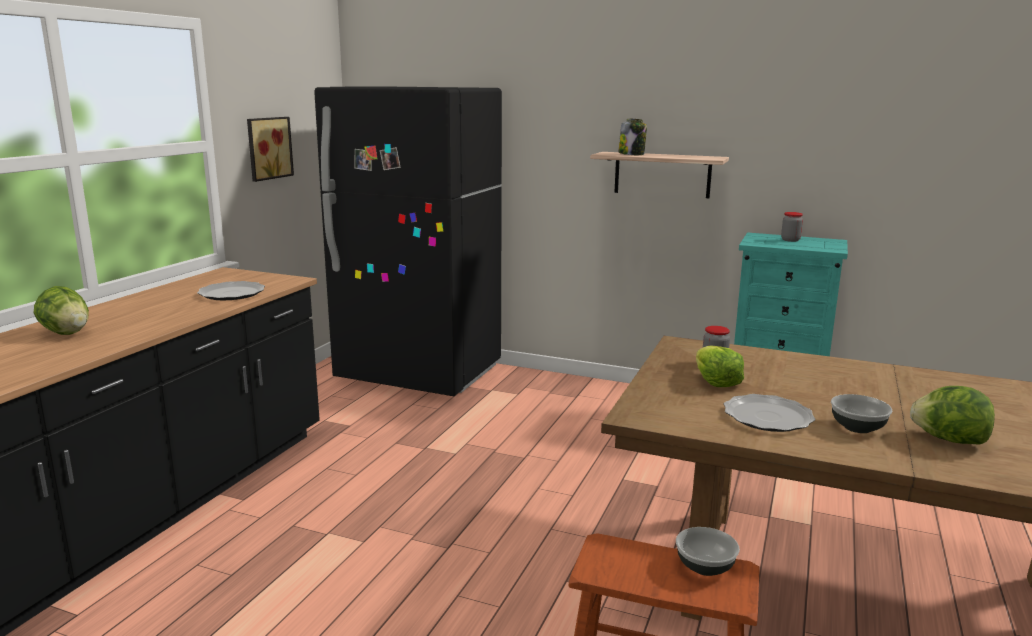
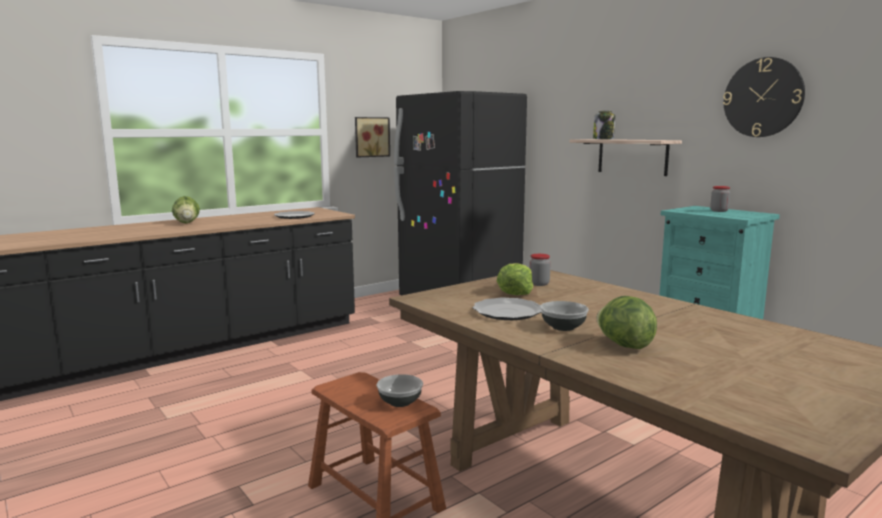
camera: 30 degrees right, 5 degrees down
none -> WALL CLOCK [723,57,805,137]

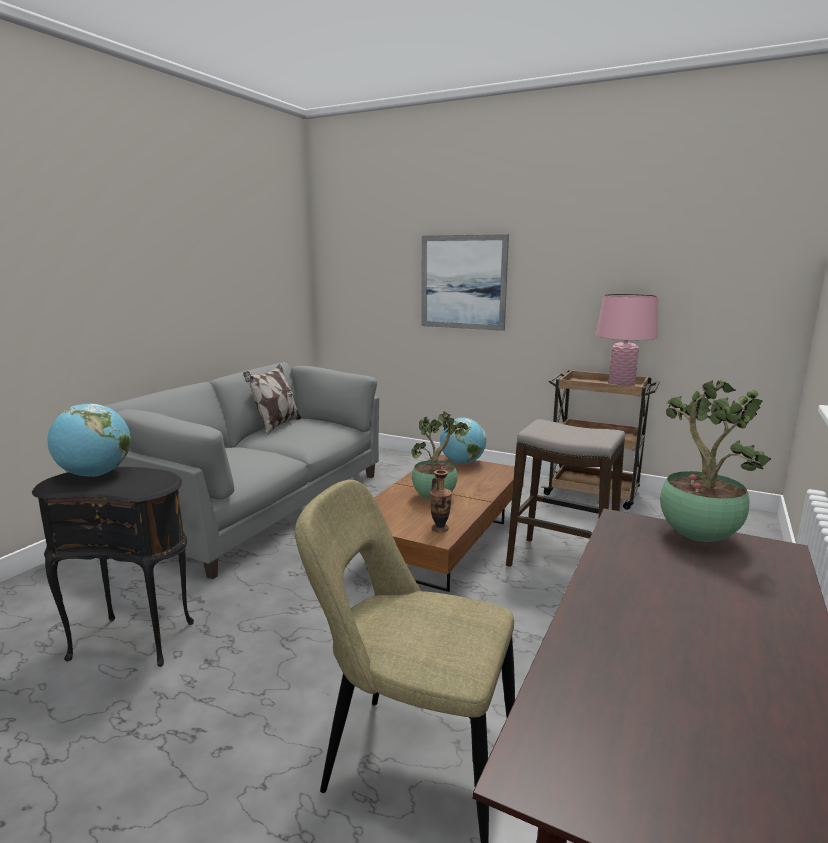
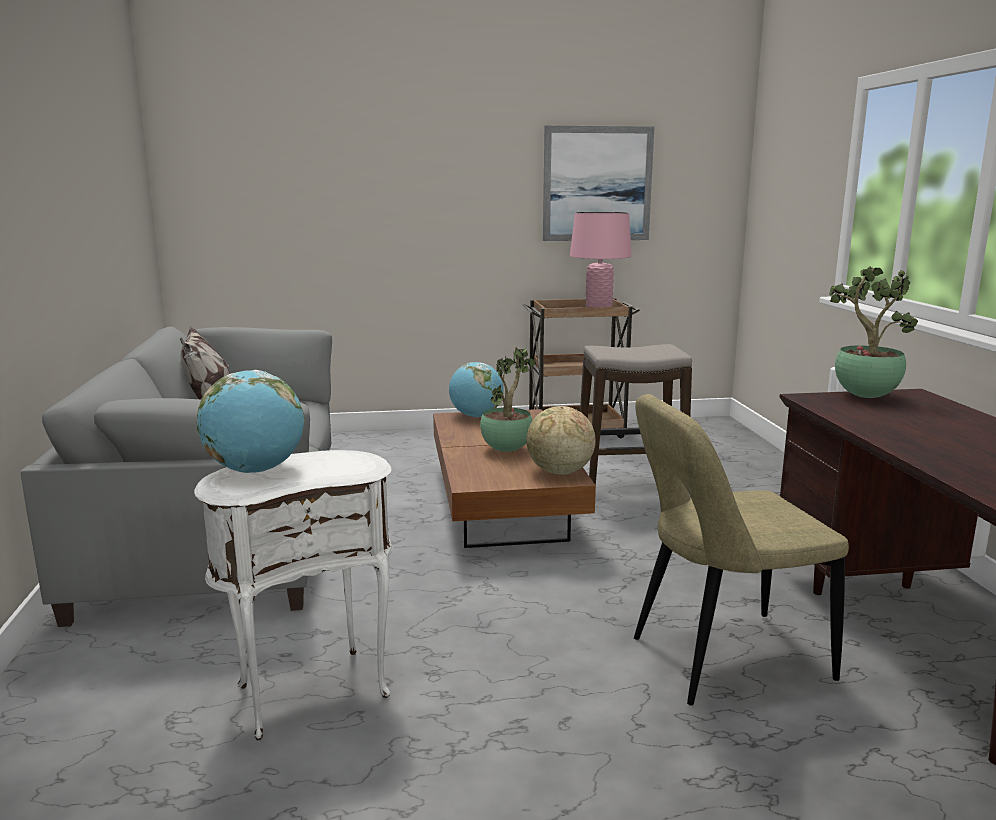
camera: 35 degrees left, 0 degrees up
PICTURE [421,234,509,331] -> PICTURE [543,126,654,241], shifted
BLACK SIDE TABLE [32,467,194,667] -> WHITE SIDE TABLE [194,450,393,740]
VASE [430,470,452,533] -> GLOBE [526,406,596,475]

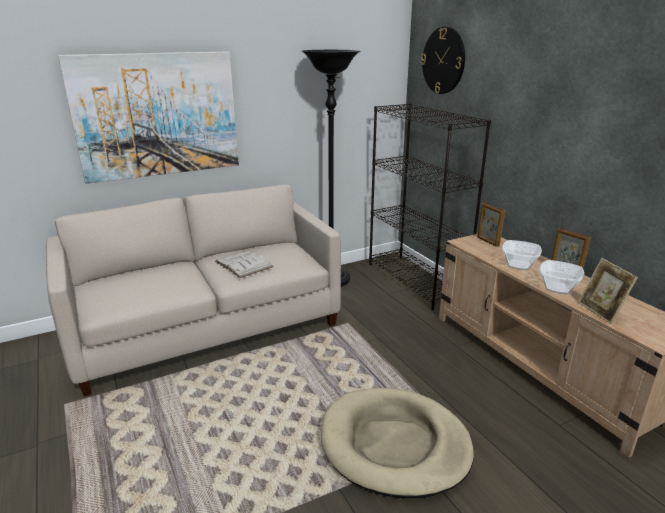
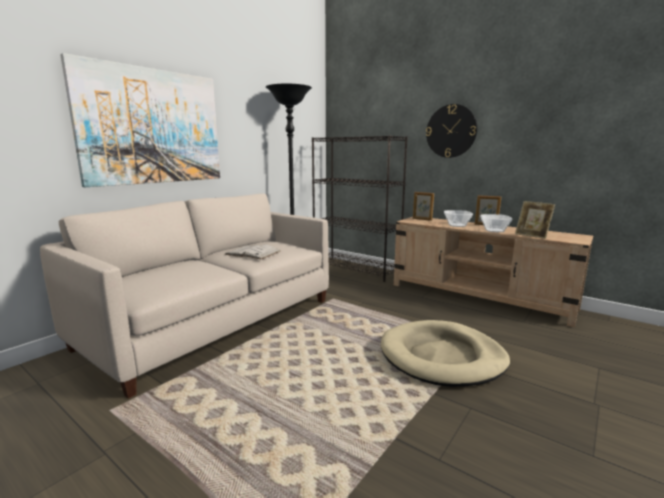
camera: 25 degrees left, 10 degrees down
WALL CLOCK [421,27,465,94] -> WALL CLOCK [426,104,477,158], shifted

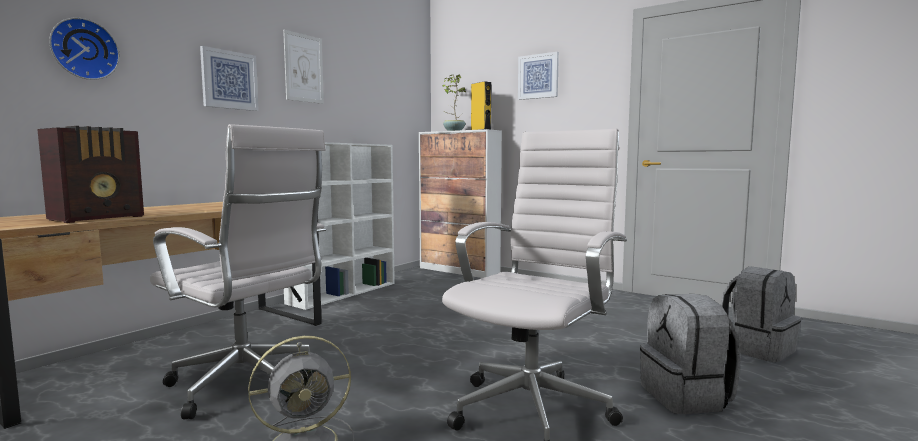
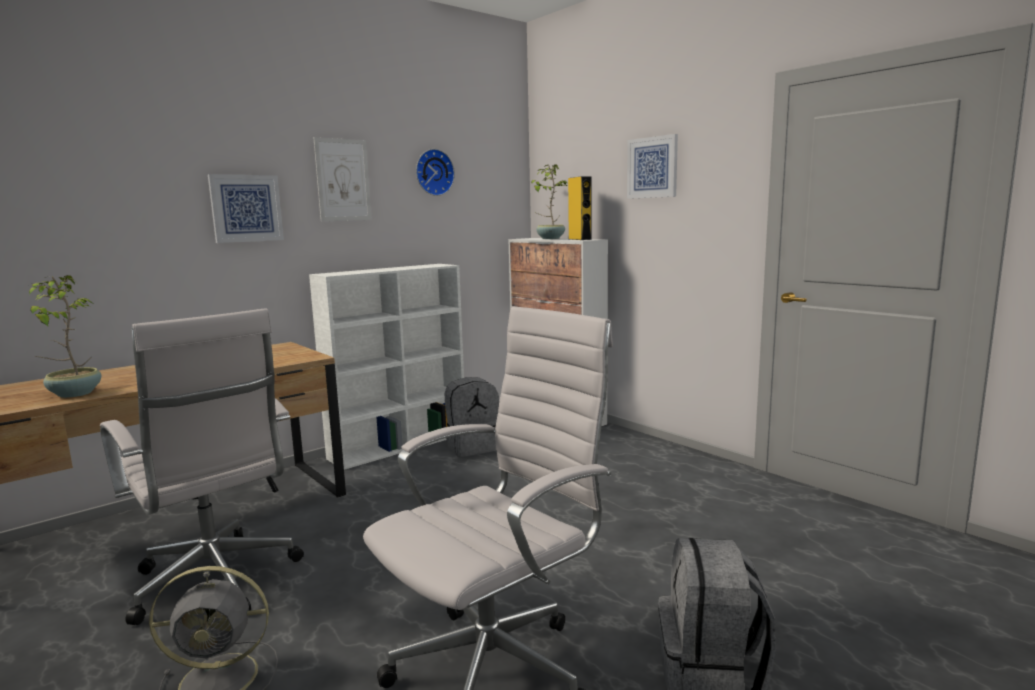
camera: 15 degrees right, 5 degrees up
WALL CLOCK [49,18,120,80] -> WALL CLOCK [416,149,455,196], shifted
RADIO [37,126,144,223] -> POTTED PLANT [29,275,101,398]
GREY BACKPACK [720,266,801,362] -> GREY BACKPACK [445,377,499,457], shifted

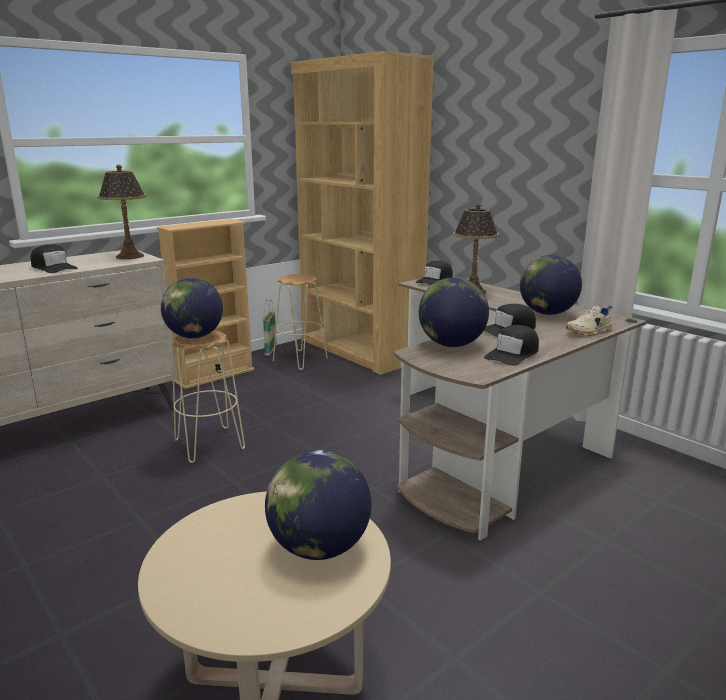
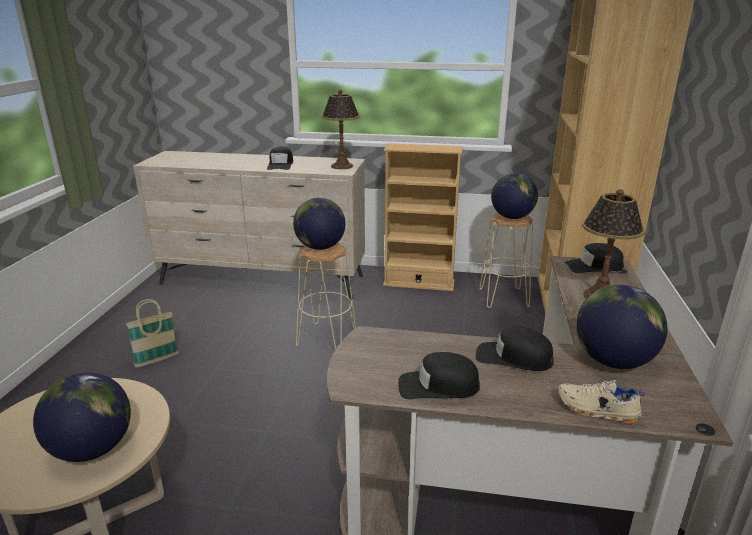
camera: 50 degrees right, 5 degrees up
GLOBE [419,277,489,347] -> GLOBE [491,173,538,219], shifted
BASKET [263,300,277,356] -> BASKET [126,299,179,367], shifted

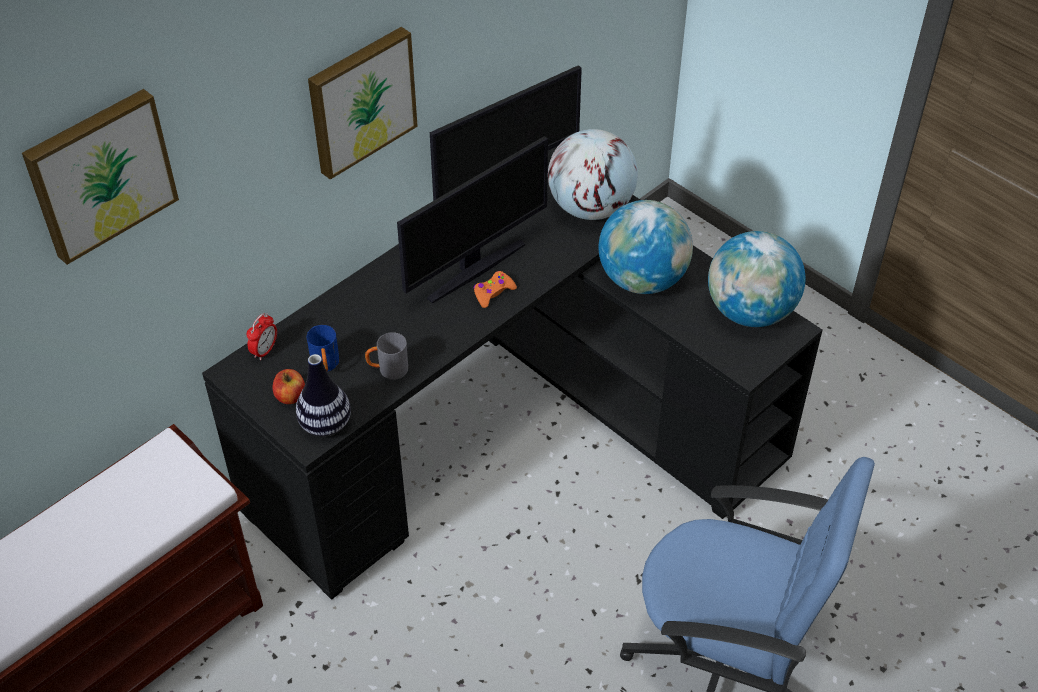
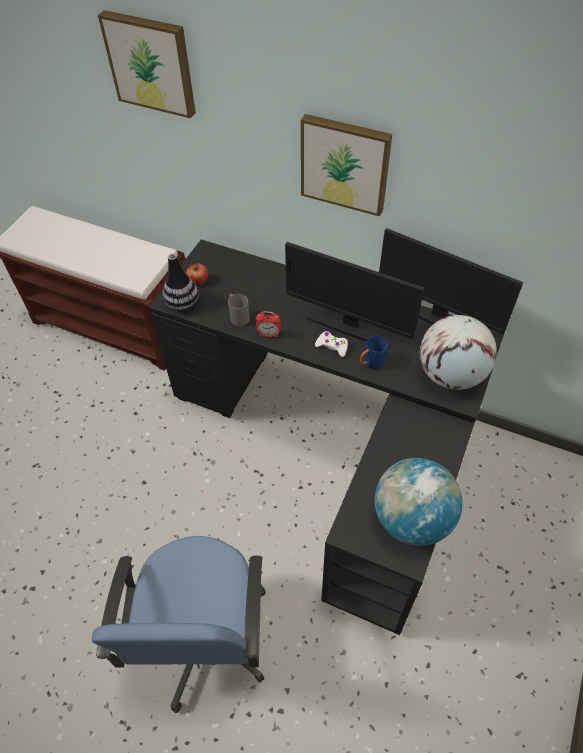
camera: 70 degrees right, 5 degrees up
GLOBE [599,200,693,294] -> none
ORANGE GAME CONTROLLER [473,271,517,308] -> WHITE GAME CONTROLLER [315,331,348,357]
ALARM CLOCK [247,313,277,360] -> ALARM CLOCK [256,311,281,337], shifted
BLUE MUG [307,325,339,372] -> BLUE MUG [360,336,388,369], shifted

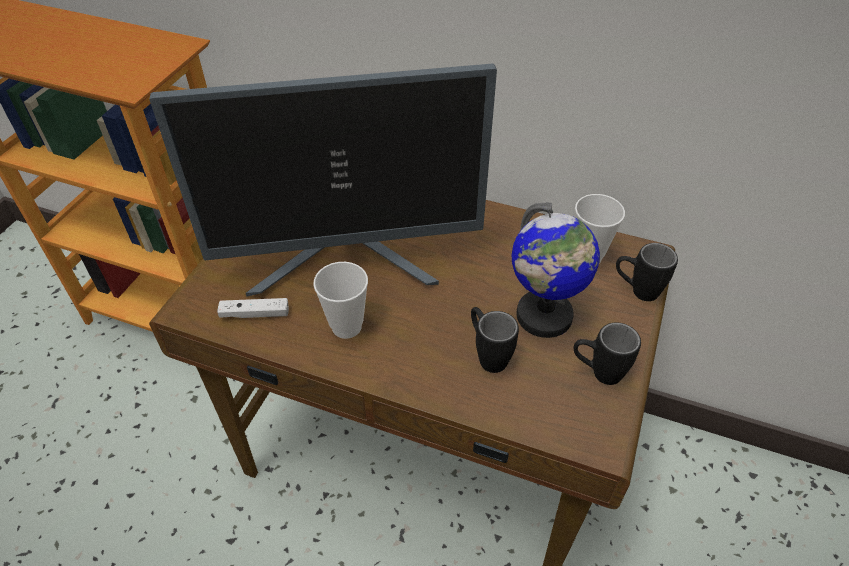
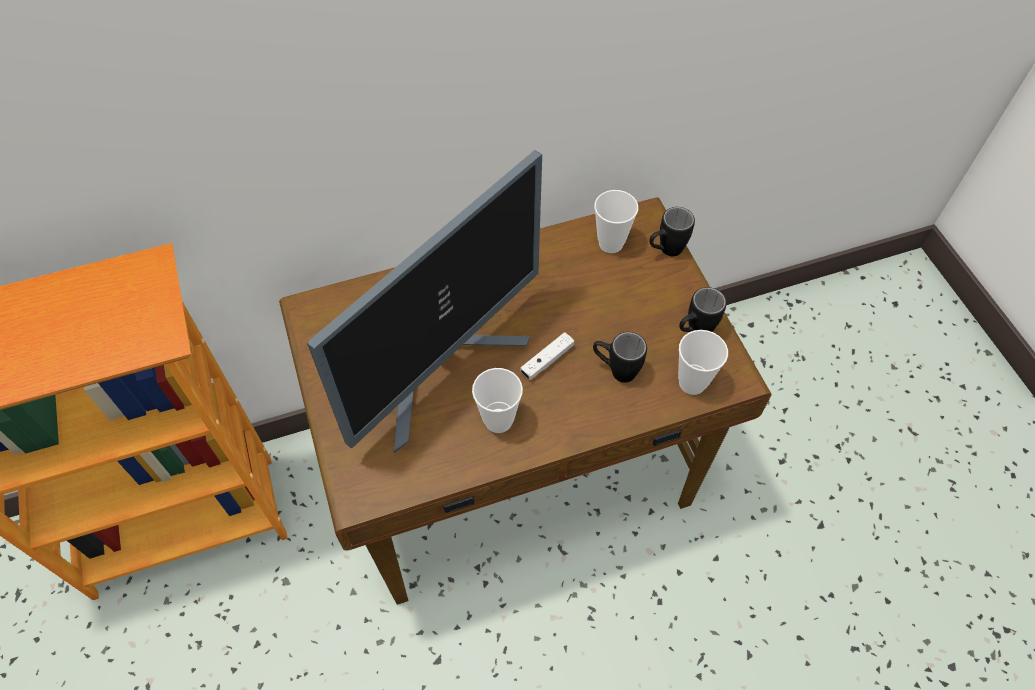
camera: 40 degrees left, 10 degrees up
GLOBE [512,202,600,338] -> none
WHITE GAME CONTROLLER [217,298,289,318] -> WHITE GAME CONTROLLER [520,332,574,380], shifted
none -> CUP [678,330,728,395]

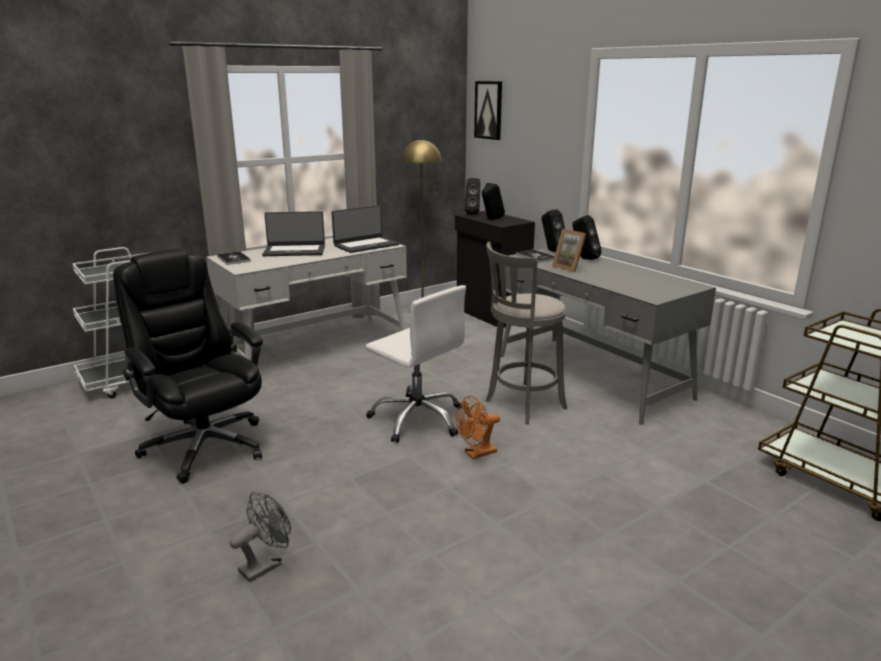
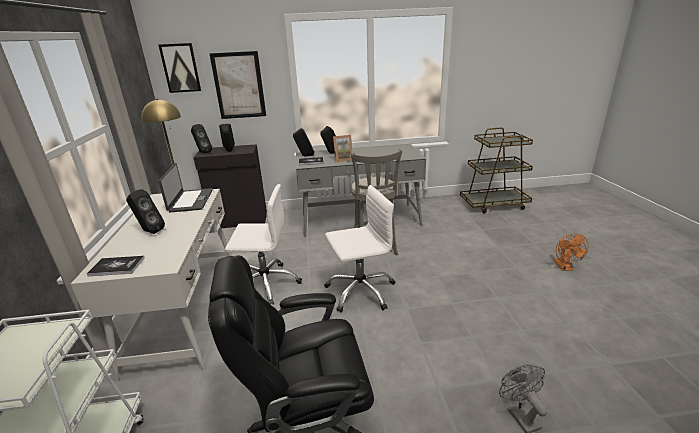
camera: 60 degrees left, 5 degrees up
LAPTOP [262,211,325,256] -> BLACK SPEAKER [126,189,165,234]
ORANGE FAN [456,396,500,459] -> ORANGE FAN [554,233,588,271], shifted
none -> PICTURE [209,51,266,119]
none -> WHITE OFFICE CHAIR [225,184,302,304]

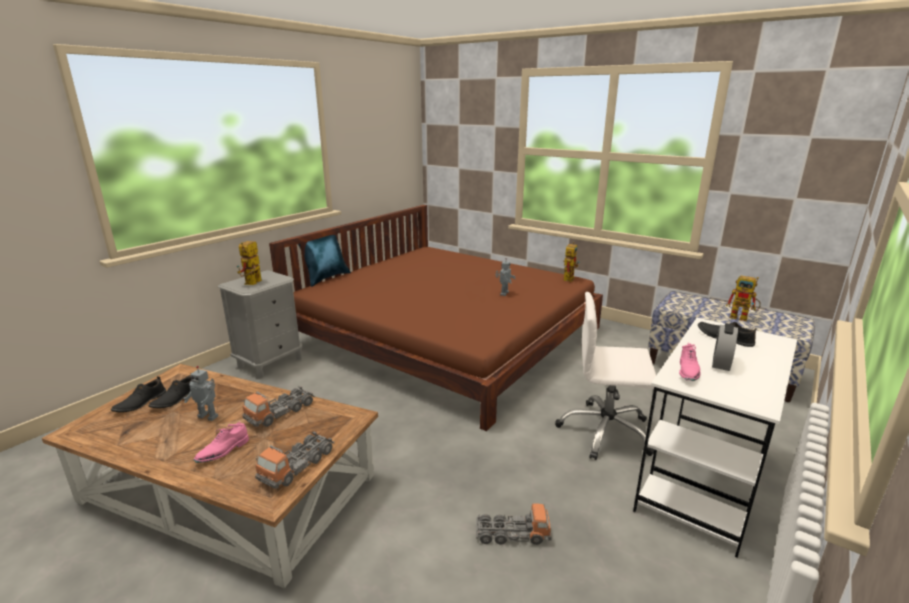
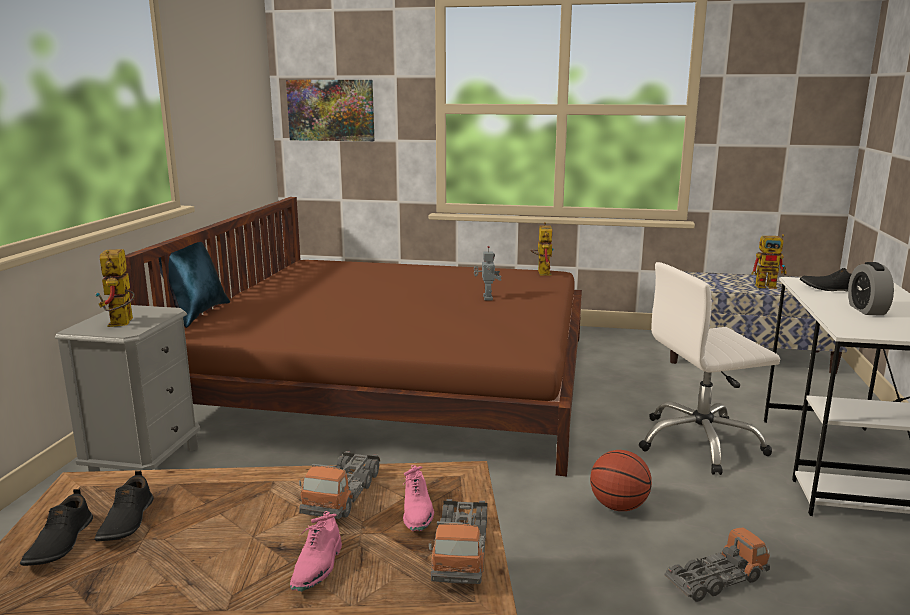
camera: 25 degrees left, 5 degrees down
PINK SHOE [679,343,701,381] -> PINK SHOE [402,465,434,531], shifted
TOY ROBOT [183,366,218,421] -> none
none -> PICTURE [286,80,374,141]
none -> BASKETBALL [590,450,652,511]

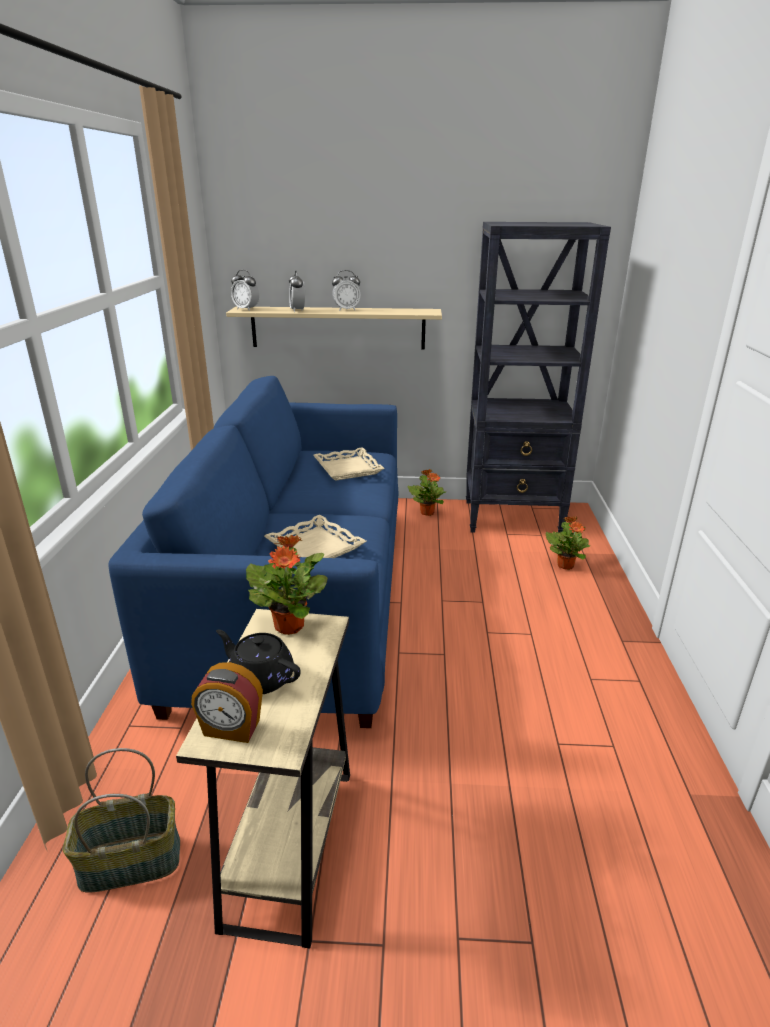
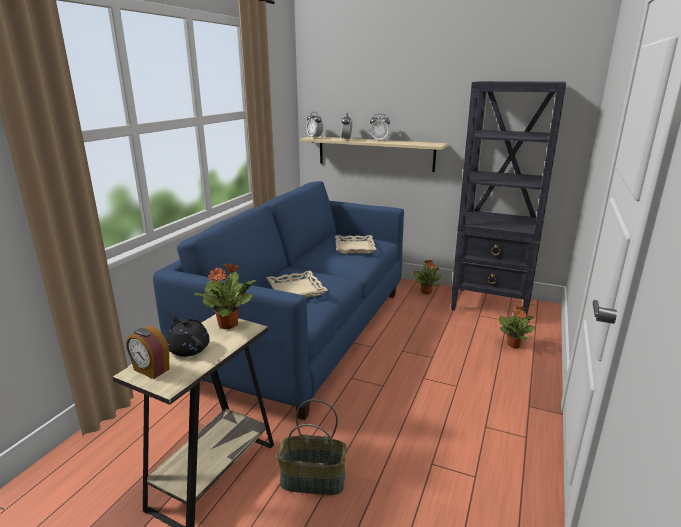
camera: 20 degrees right, 5 degrees down
BASKET [63,748,180,893] -> BASKET [277,399,347,495], shifted

